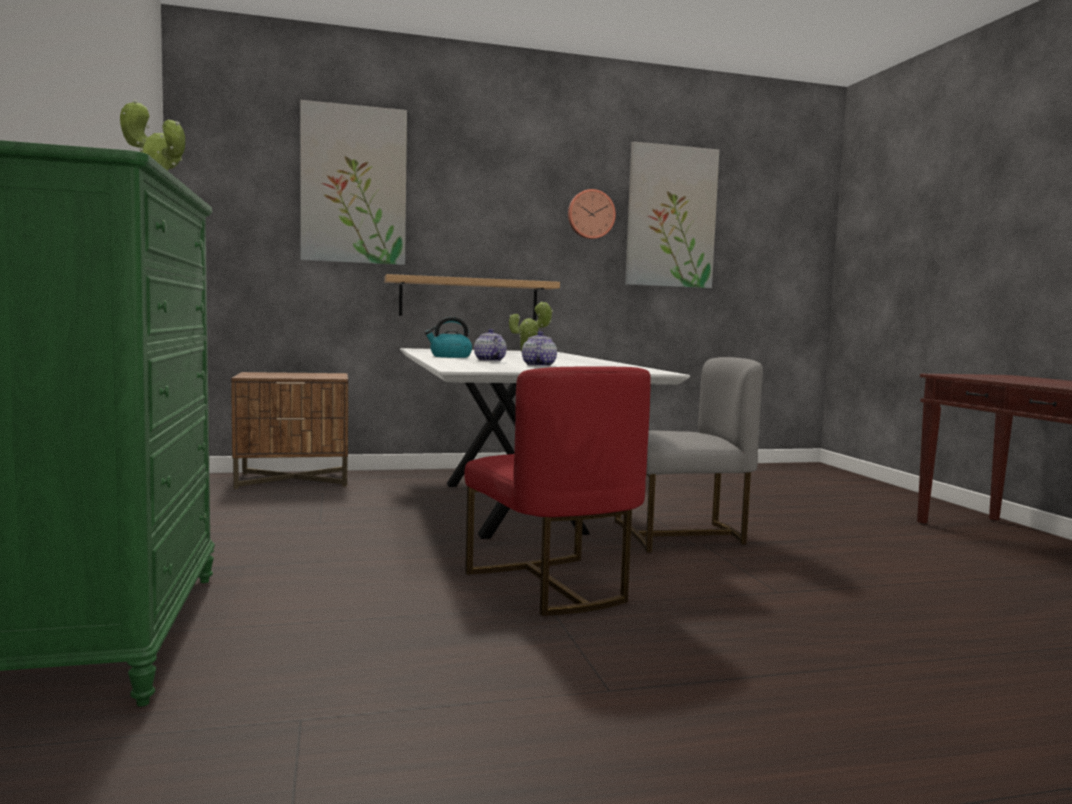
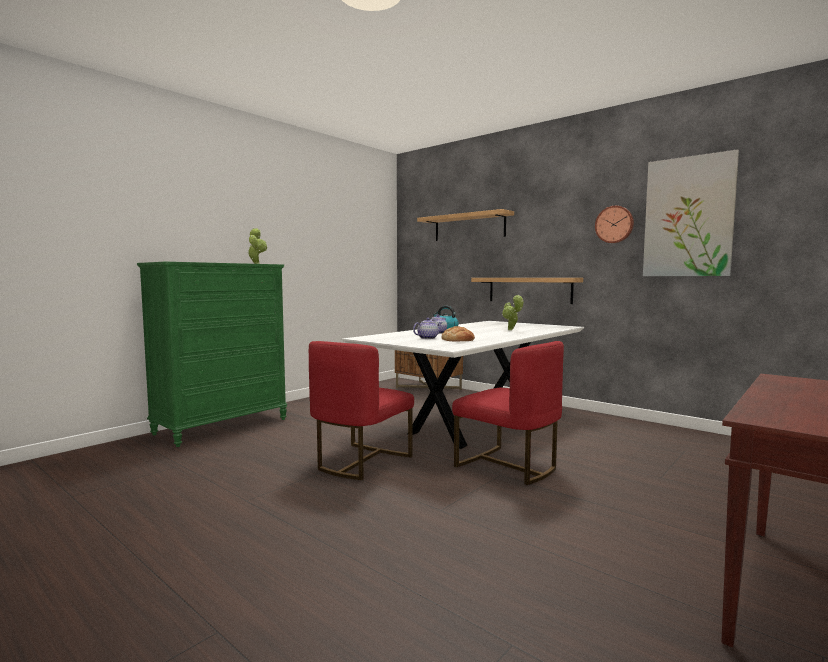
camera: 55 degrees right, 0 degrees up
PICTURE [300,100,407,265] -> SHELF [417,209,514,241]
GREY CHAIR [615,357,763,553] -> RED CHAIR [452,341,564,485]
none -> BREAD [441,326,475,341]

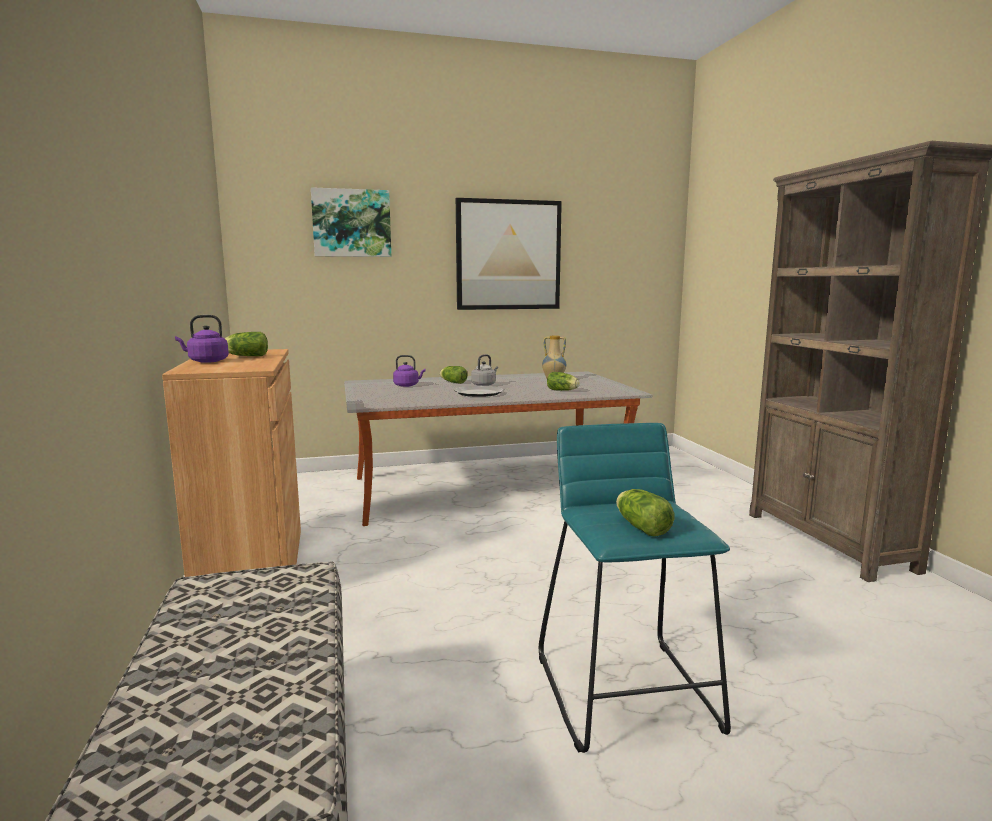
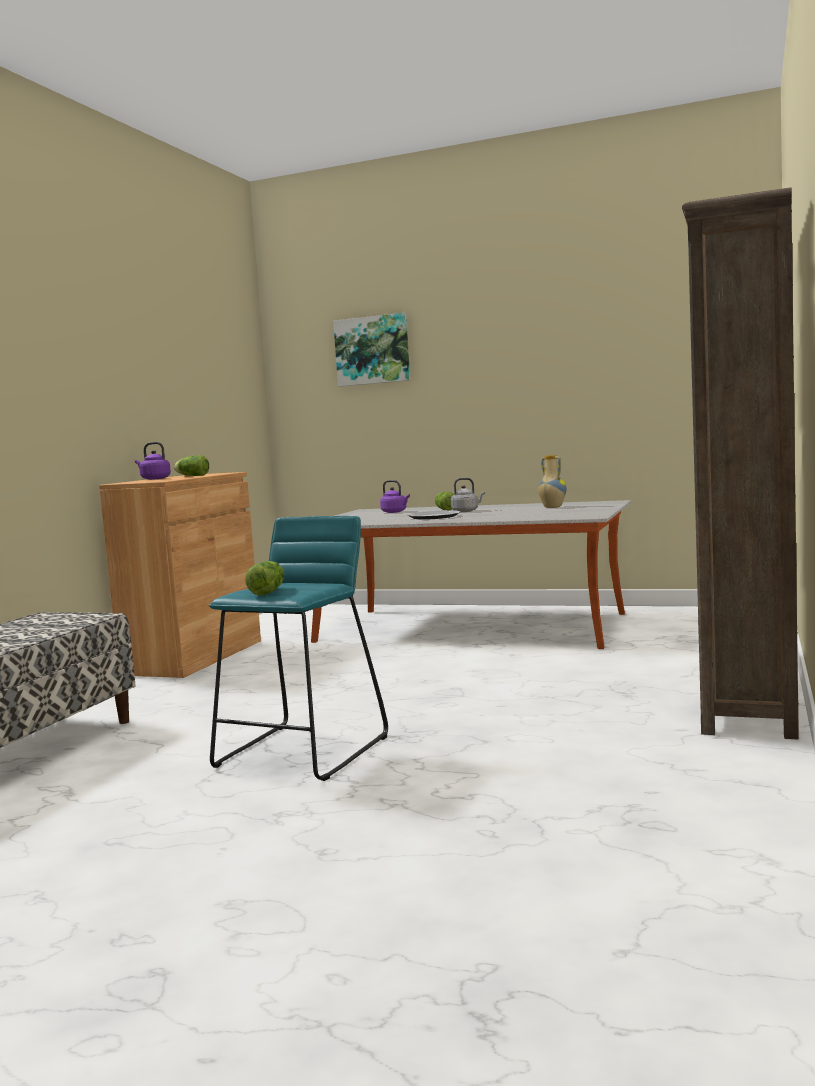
camera: 35 degrees right, 5 degrees down
PICTURE [456,198,562,310] -> none
LETTUCE [547,372,580,391] -> none

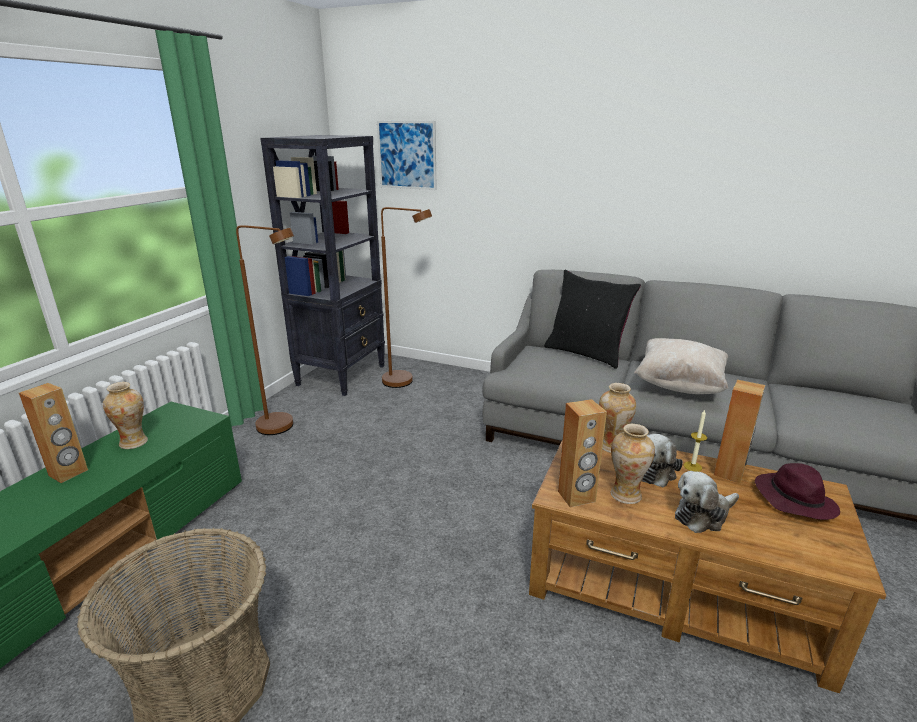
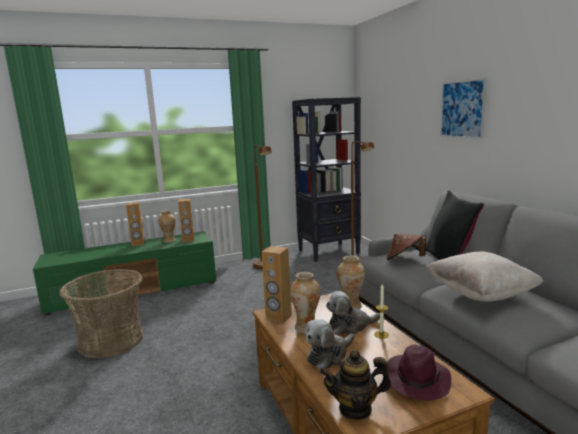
camera: 45 degrees right, 10 degrees down
PICTURE [377,121,437,190] -> PICTURE [440,77,487,139], shifted
BROWN SPEAKER [714,380,765,483] -> BROWN SPEAKER [178,199,194,242], shifted
PLUSH TOY [675,471,739,533] -> PLUSH TOY [305,319,354,369], 60 degrees counterclockwise
none -> BROWN HAT [387,234,426,260]
none -> TEAPOT [319,350,391,420]

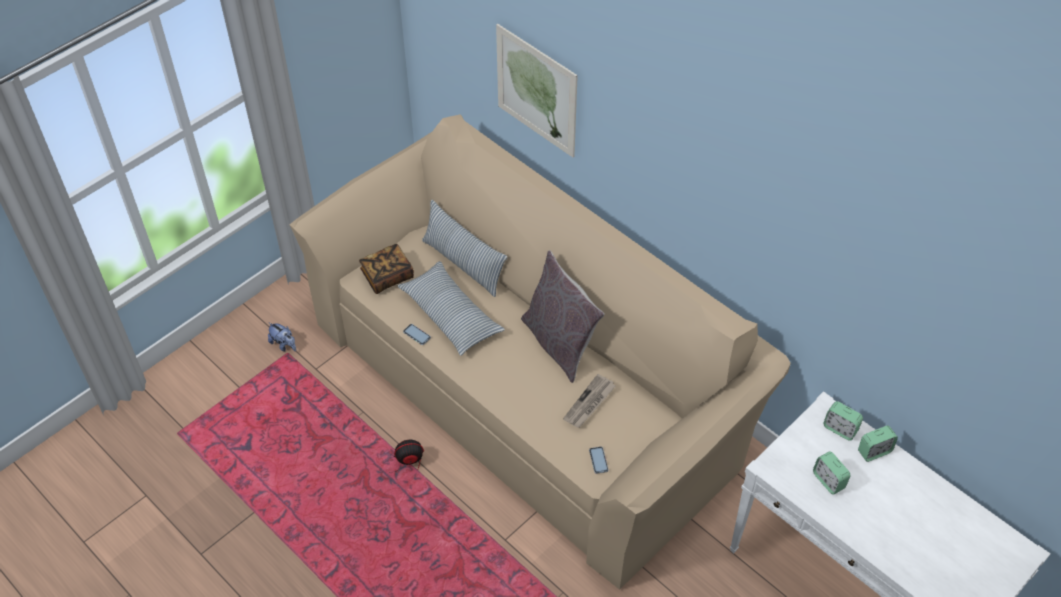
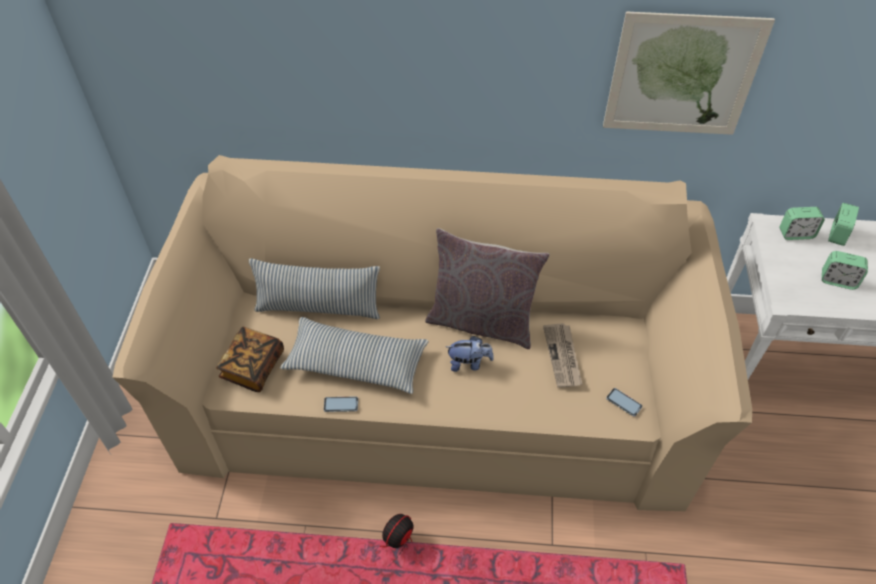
camera: 40 degrees left, 0 degrees up
PICTURE [496,24,578,157] -> PICTURE [603,12,775,135], shifted
PLUSH TOY [268,322,296,352] -> PLUSH TOY [446,336,494,372], shifted

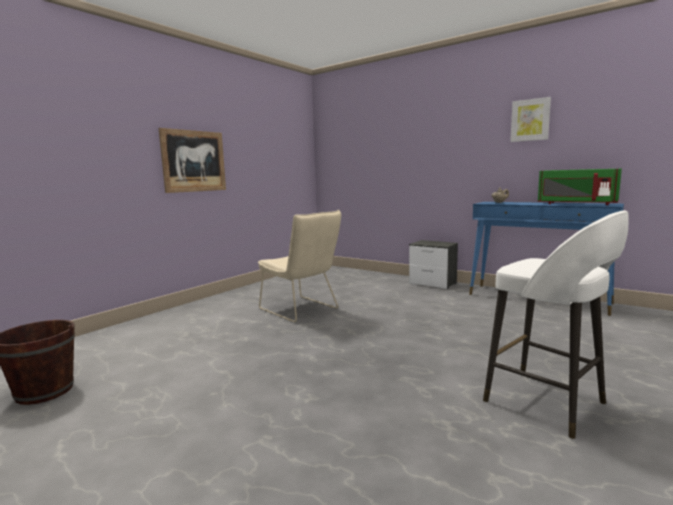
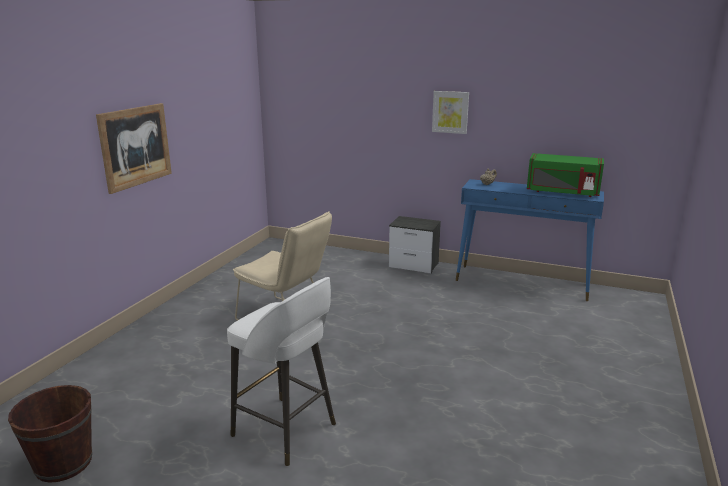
camera: 15 degrees left, 10 degrees up
PICTURE [510,97,551,142] -> PICTURE [432,91,469,134], shifted
WHITE STOOL [483,210,629,439] -> WHITE STOOL [227,277,336,466], shifted

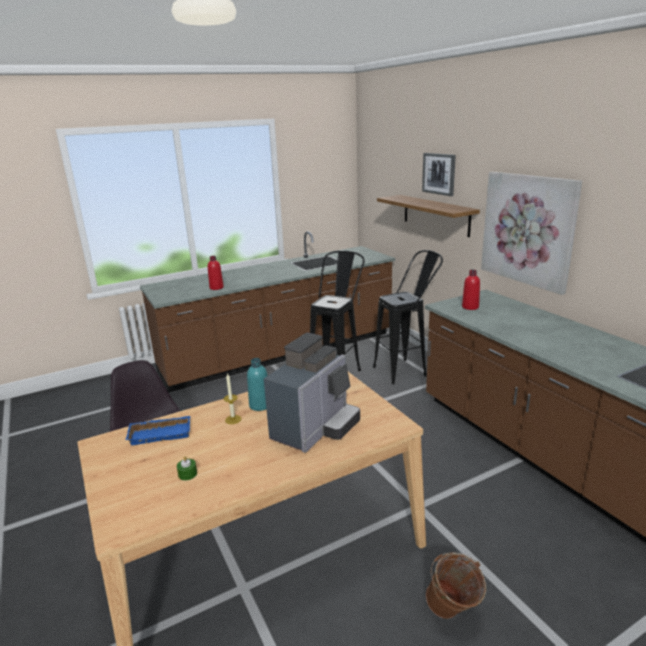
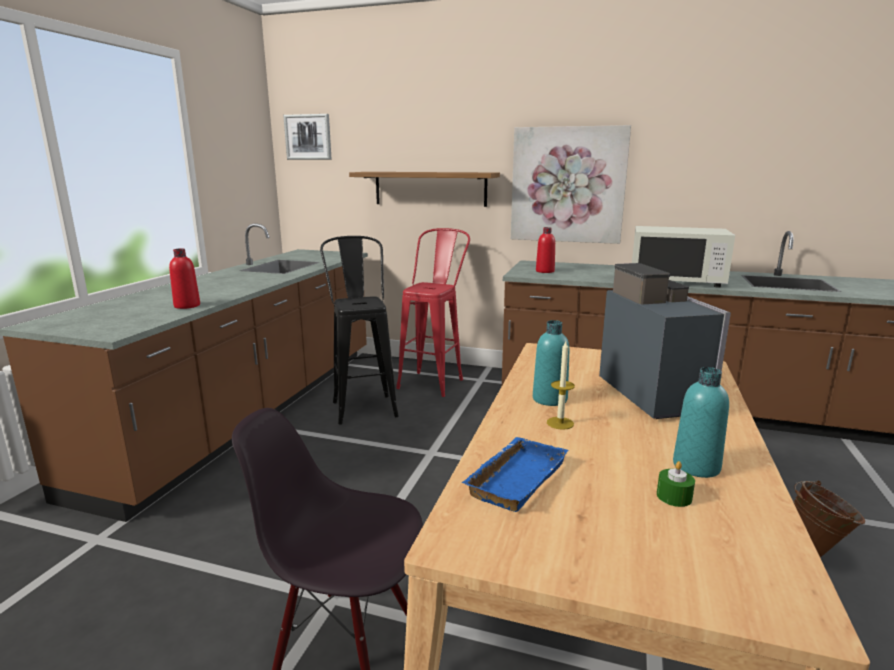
camera: 45 degrees left, 5 degrees down
PICTURE [422,153,456,196] -> PICTURE [283,114,332,160], shifted
BLACK STOOL [373,250,443,384] -> RED STOOL [396,228,470,397]
none -> WHITE MICROWAVE [632,226,735,288]
none -> TURQUOISE BOTTLE [673,367,729,478]

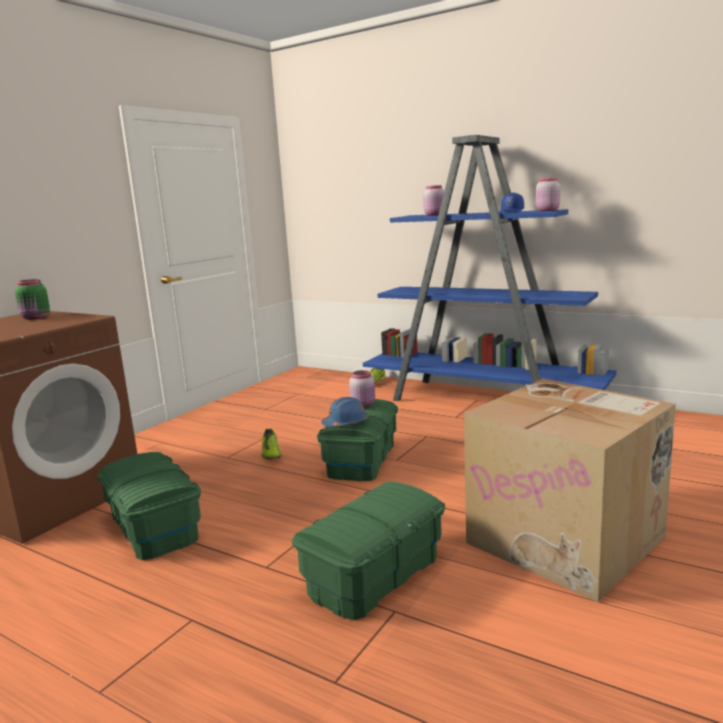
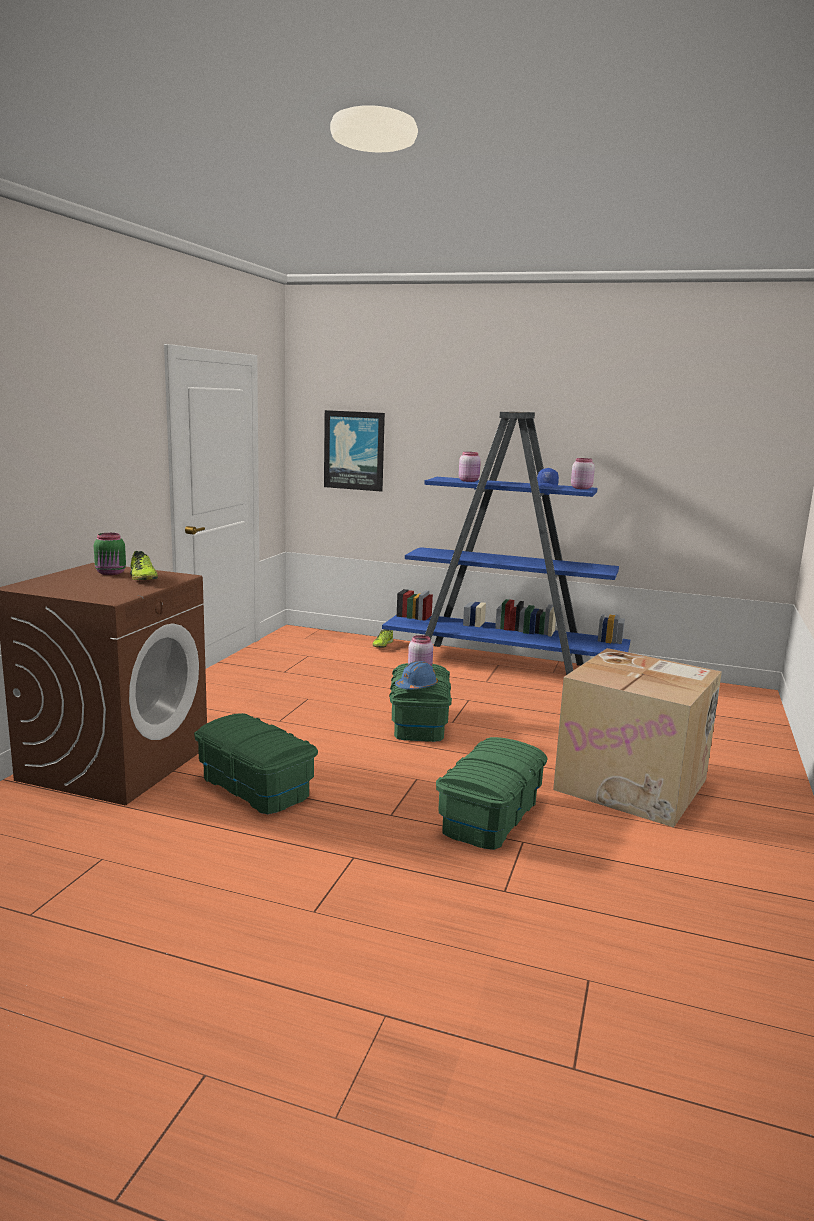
camera: 15 degrees left, 0 degrees up
SHOE [262,429,281,460] -> SHOE [130,551,158,580], shifted
none -> PICTURE [324,410,385,492]

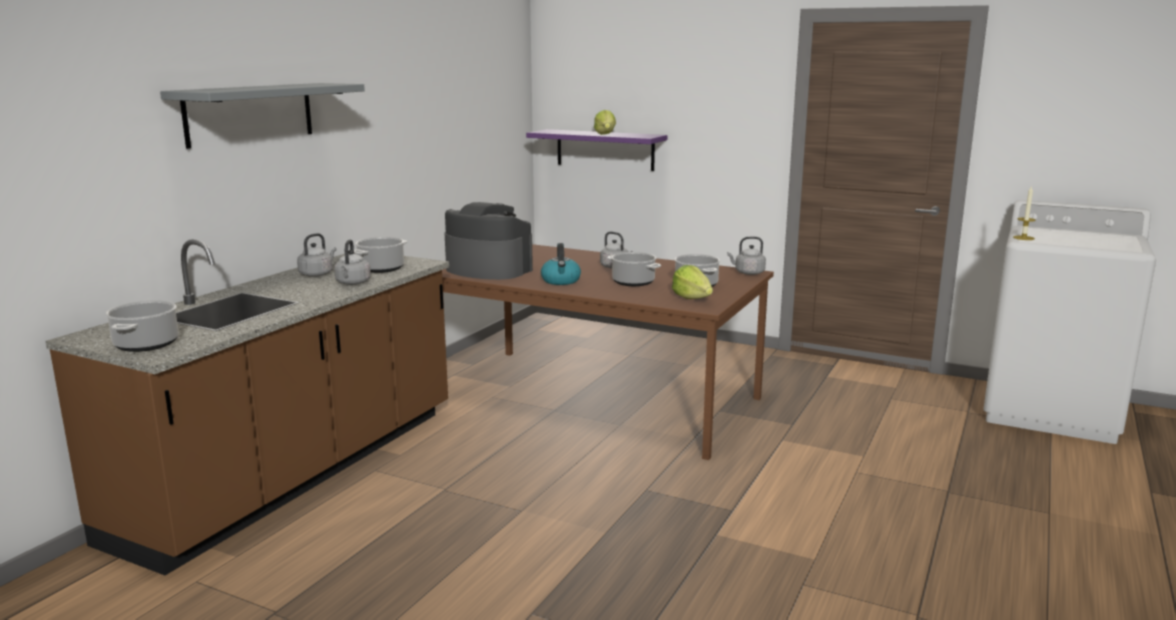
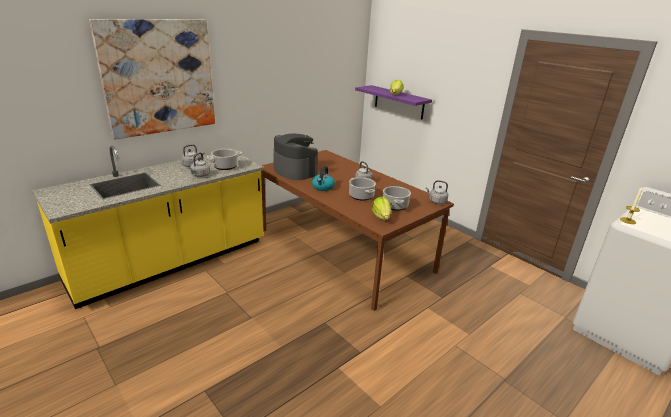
camera: 20 degrees right, 10 degrees up
GREY SHELF [160,83,365,149] -> PICTURE [89,19,215,140]
BROWN COUNTER [45,239,449,575] -> YELLOW COUNTER [32,146,264,309]
COOKING POT [105,300,179,352] -> none

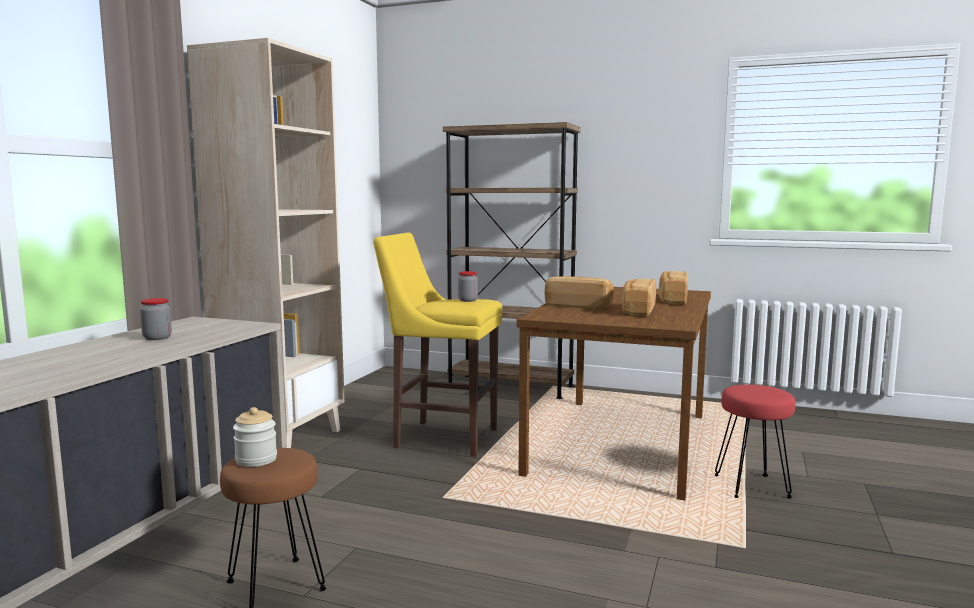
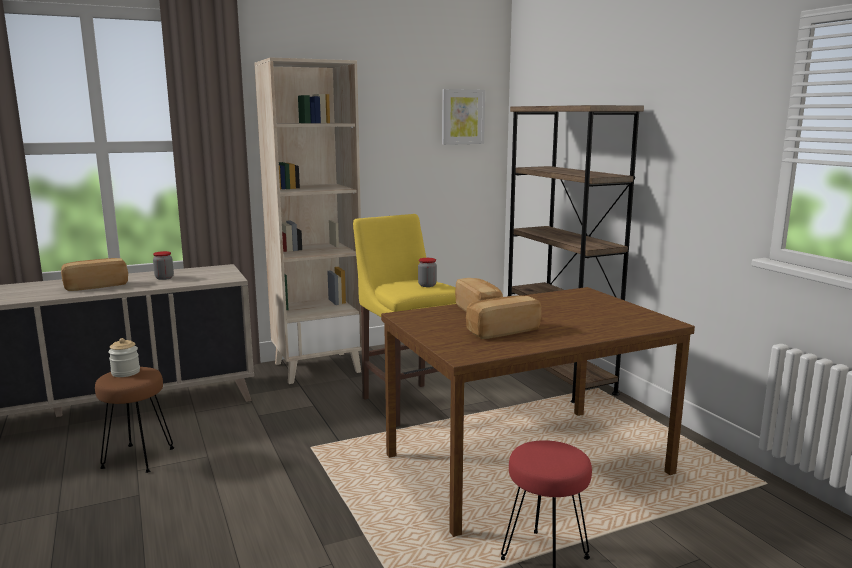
camera: 45 degrees right, 5 degrees up
BREAD [659,271,688,305] -> BREAD [61,258,128,291], shifted
none -> PICTURE [442,89,485,145]

